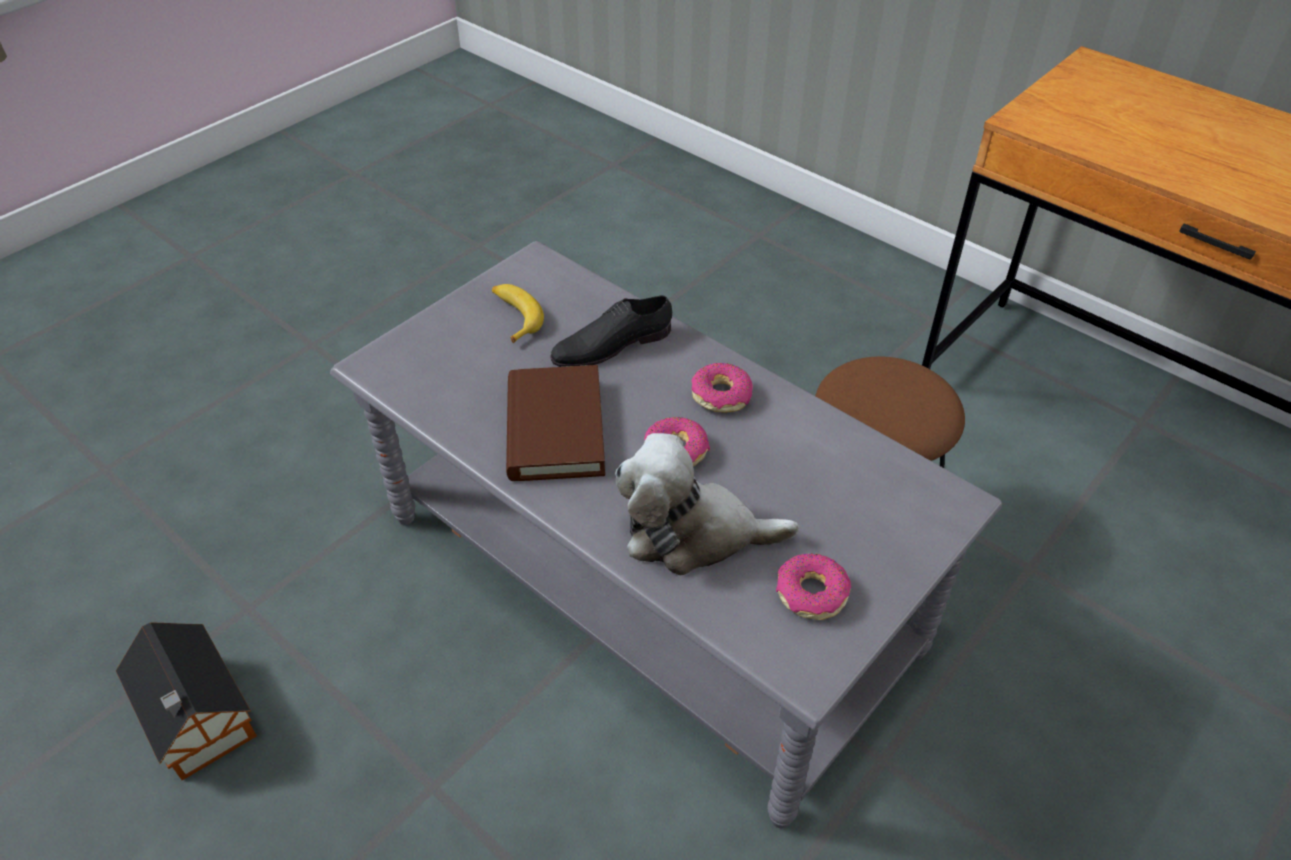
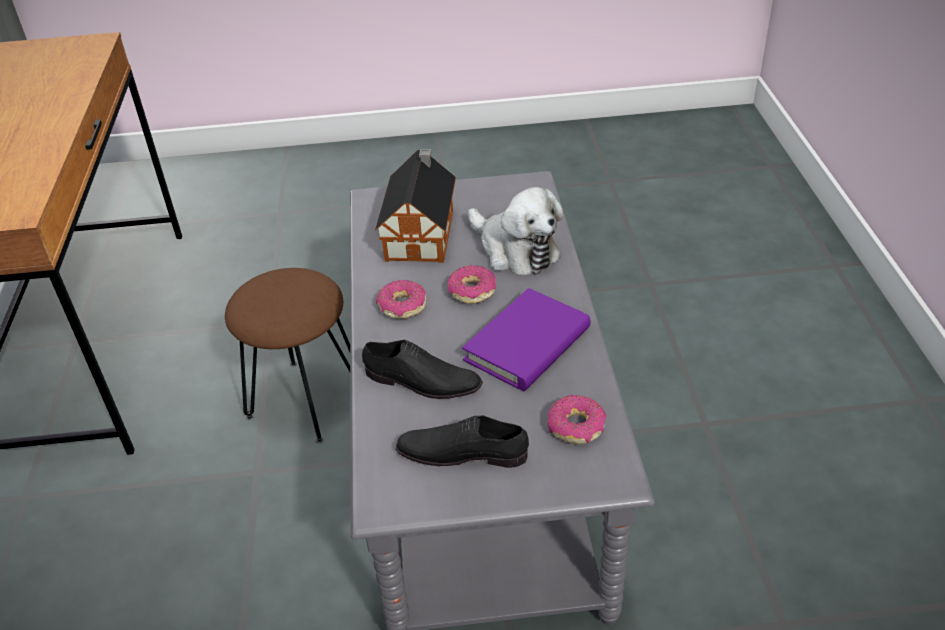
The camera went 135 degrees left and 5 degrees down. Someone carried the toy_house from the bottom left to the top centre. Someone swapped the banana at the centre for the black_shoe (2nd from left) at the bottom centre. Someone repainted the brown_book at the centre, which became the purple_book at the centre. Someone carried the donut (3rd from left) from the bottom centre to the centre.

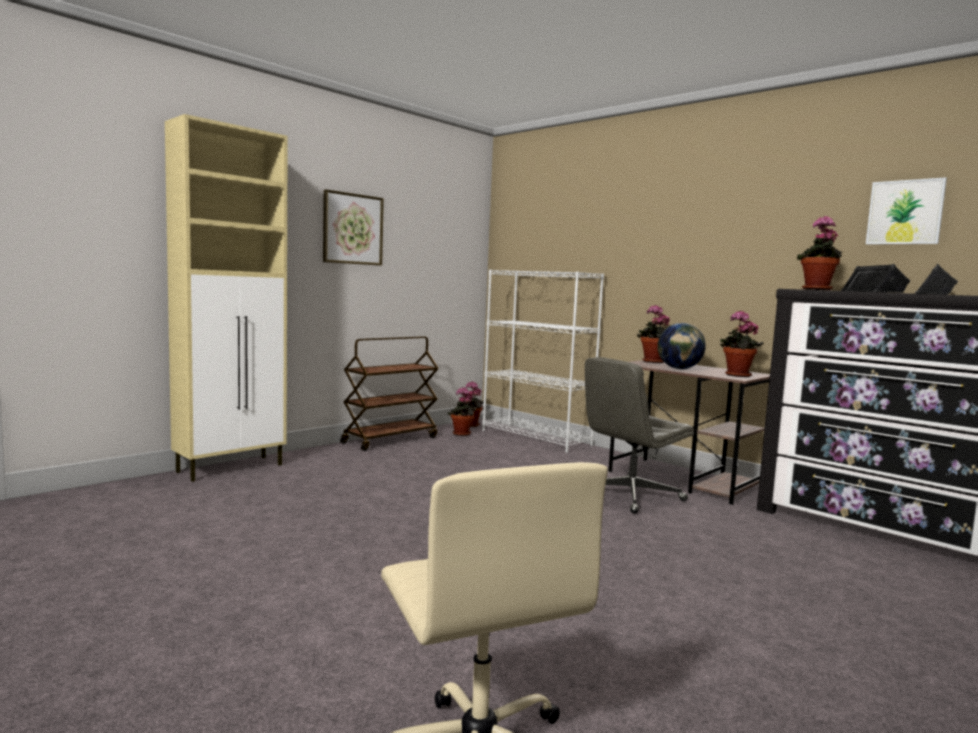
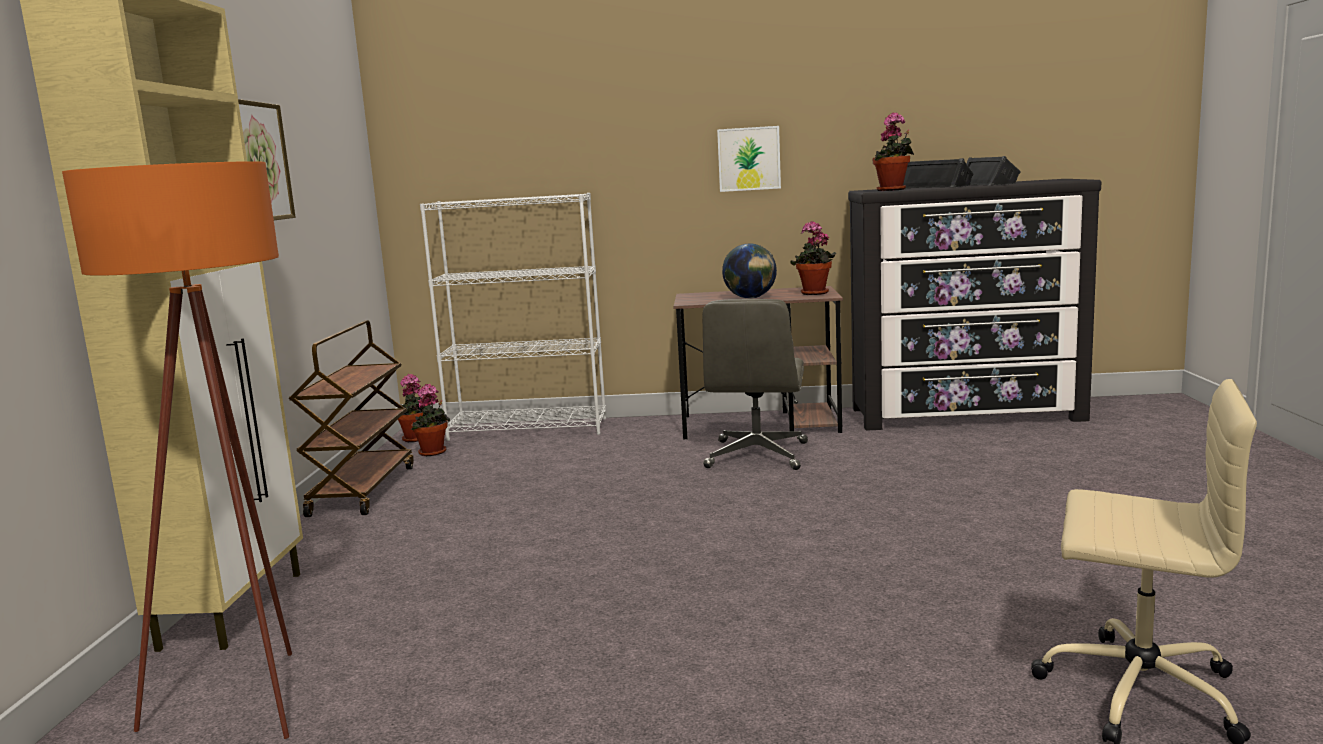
The camera went 40 degrees left and 5 degrees up. Someone took away the potted_plant (3rd from left) at the middle right. Someone carried the picture (2nd from left) from the top right to the top centre. Someone put down the orange_floor_lamp at the middle left.

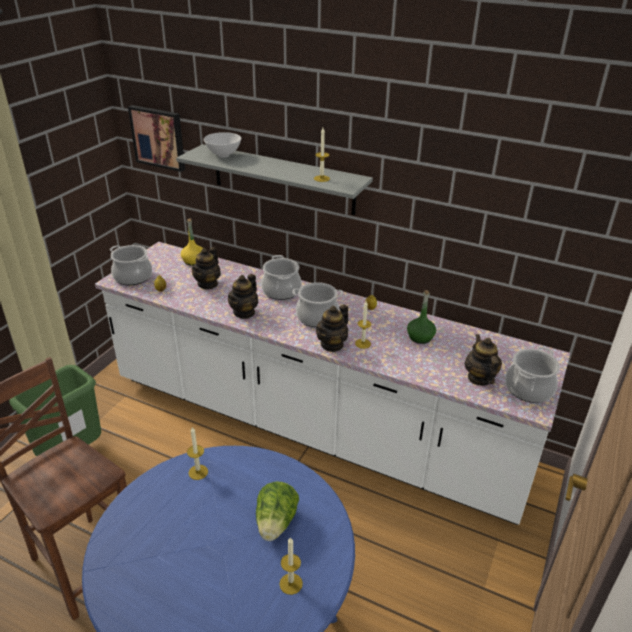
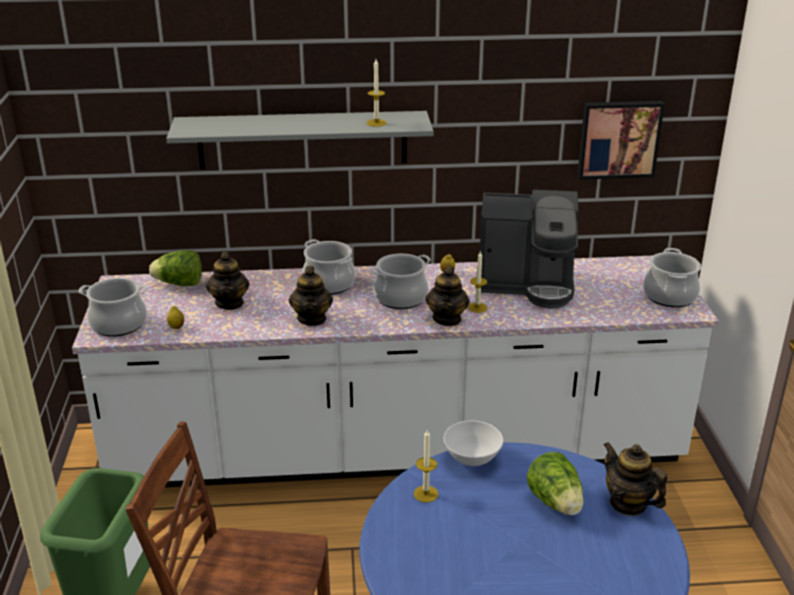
The camera went 30 degrees left and 5 degrees down. Someone carried the picture from the top left to the top right. Someone swapped the yellow_bottle at the middle left for the lettuce (1st from left) at the middle left. Someone carried the white_bowl from the top centre to the bottom centre. Someone took away the candle (2nd from left) at the bottom centre. Someone swapped the green_bottle at the centre for the coffee_machine at the centre. Someone carried the teapot (4th from left) from the middle right to the bottom right.

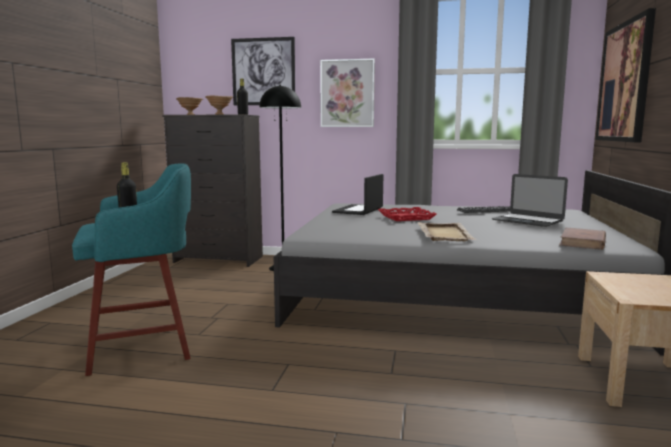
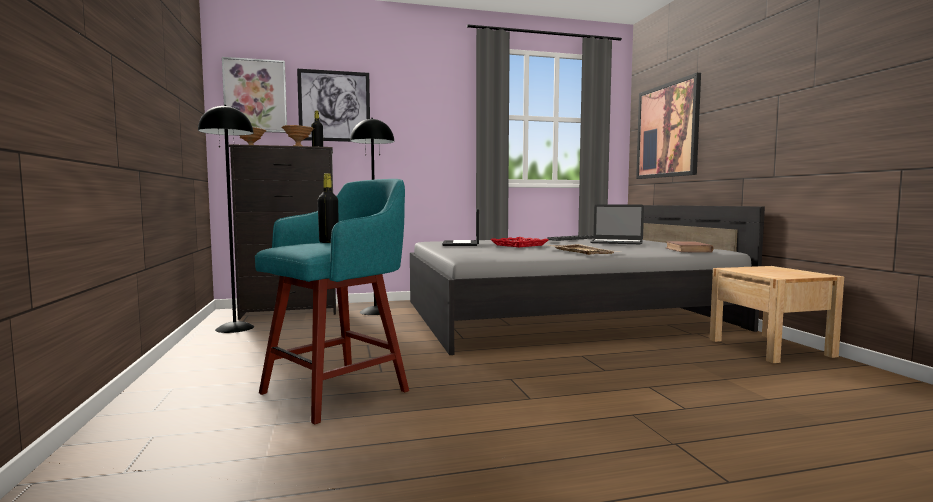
The camera went 25 degrees left and 5 degrees down. Someone carried the picture (2nd from left in the first image) from the top centre to the top left. Someone put down the black_floor_lamp (1st from left) at the middle left.

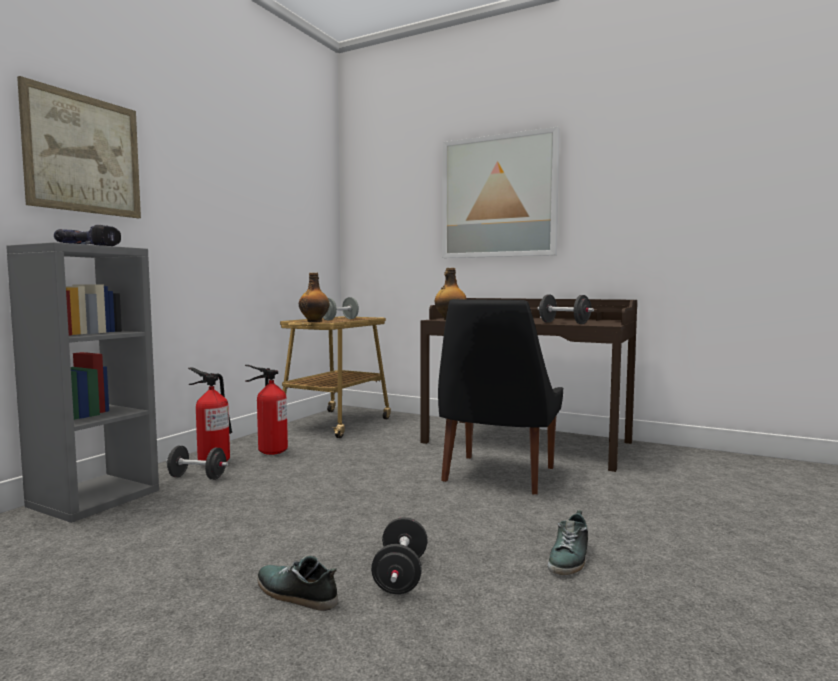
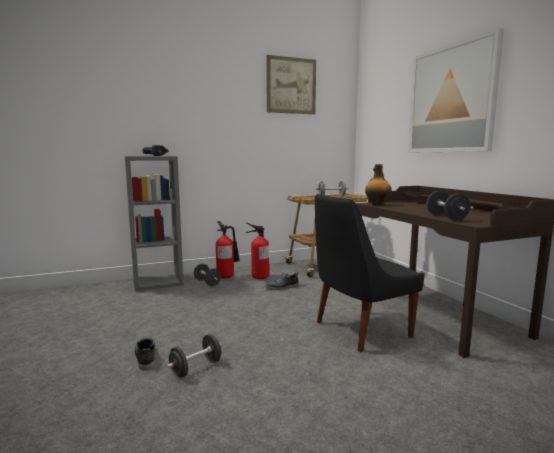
The camera went 40 degrees right and 5 degrees up. Someone carried the picture (1st from left) from the top left to the top centre. Someone took away the bottle (1st from left) at the centre. Someone carried the shoe (2nd from left) from the bottom right to the centre.

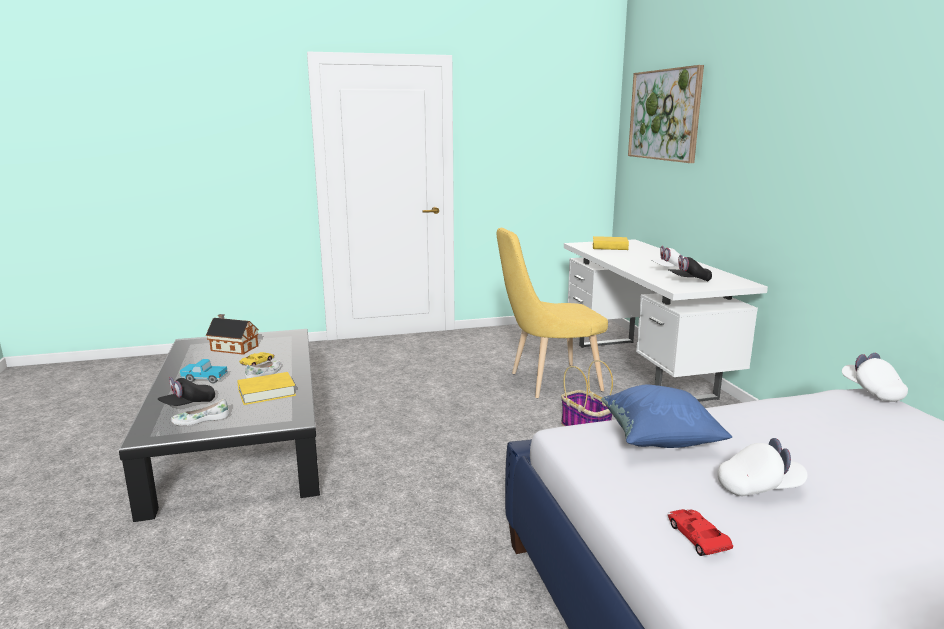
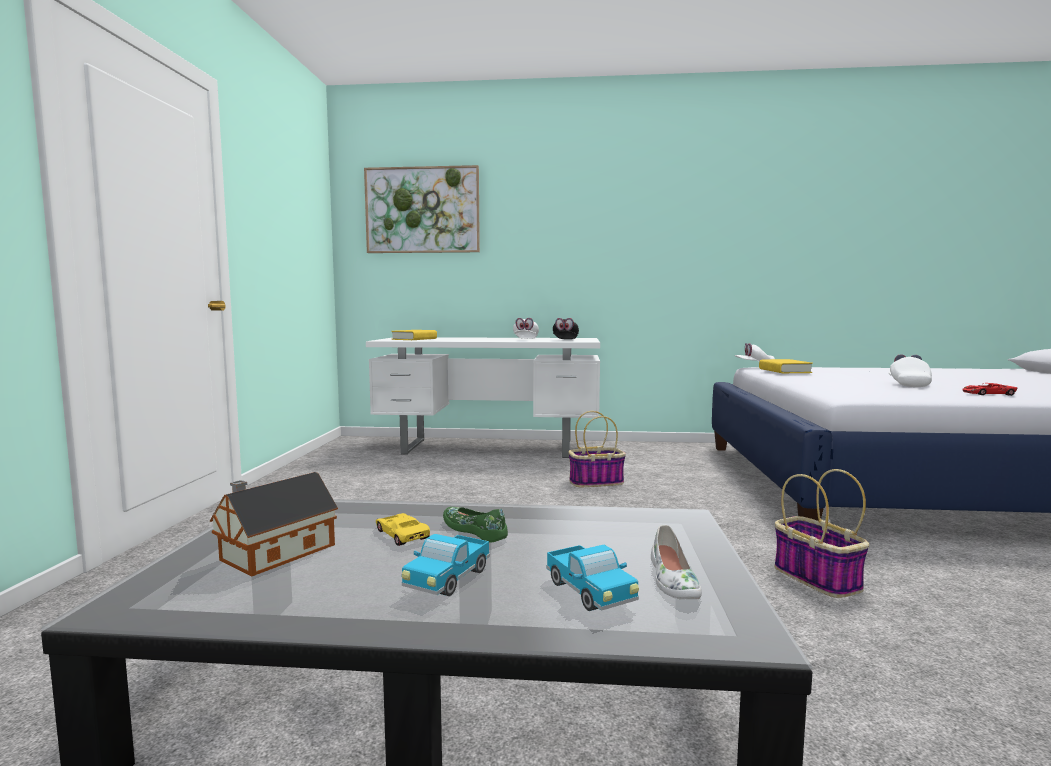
The camera went 70 degrees left and 10 degrees down. Someone swapped the black_cap (1st from left) at the middle left for the toy_truck (2nd from left) at the bottom centre. Someone carried the yellow_book (1st from left in the first image) from the middle left to the middle right. Someone repainted the white_shoe (2nd from left) at the middle left, which became the green_shoe at the bottom centre. Someone took away the yellow_chair at the centre. Someone took away the blue_pillow at the middle right. Someone put down the basket (2nd from left) at the bottom right.

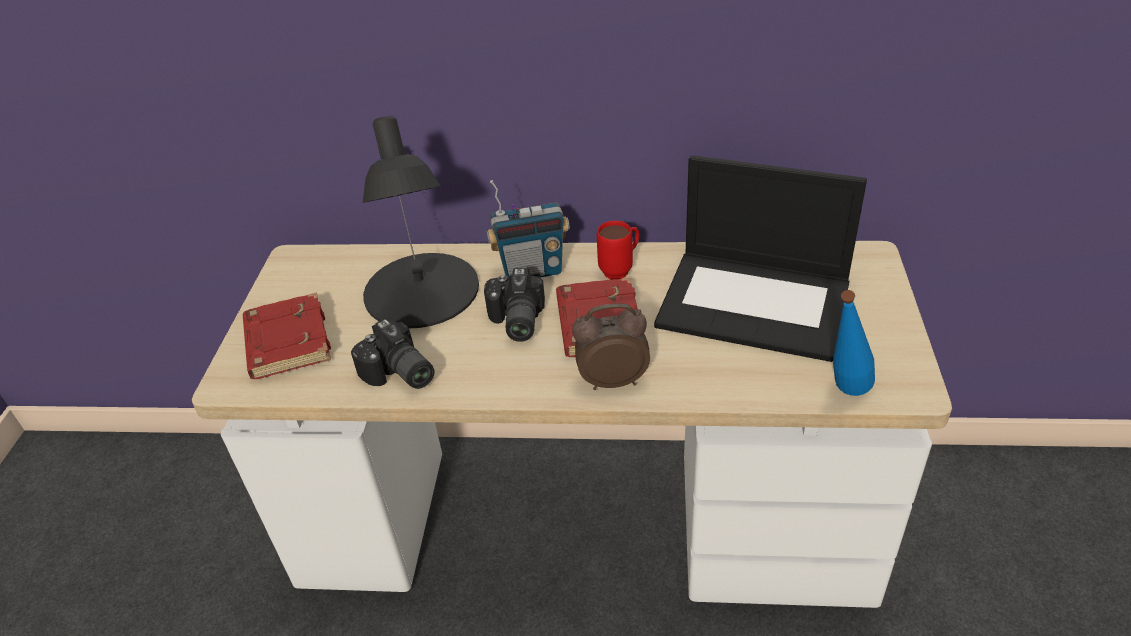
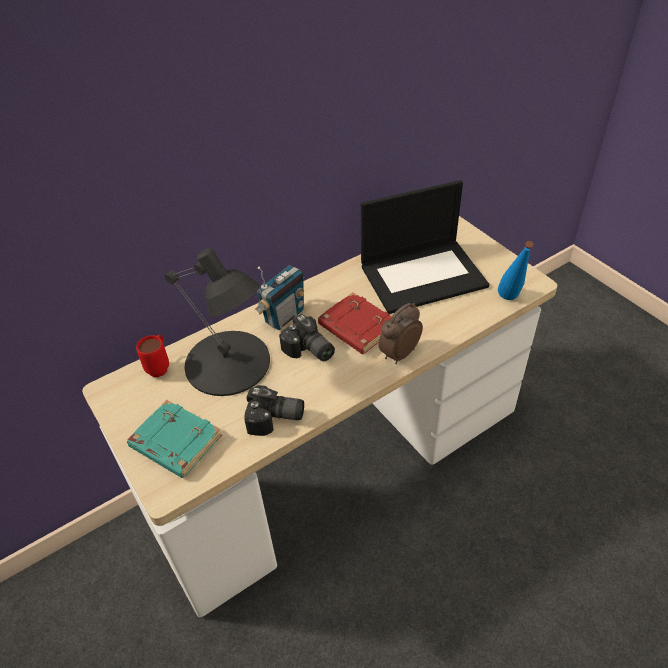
The camera went 40 degrees left and 5 degrees up. Someone repainted the red_book (1st from left) at the middle left, which became the turquoise_book at the middle left. Someone carried the red_mug from the centre to the middle left.

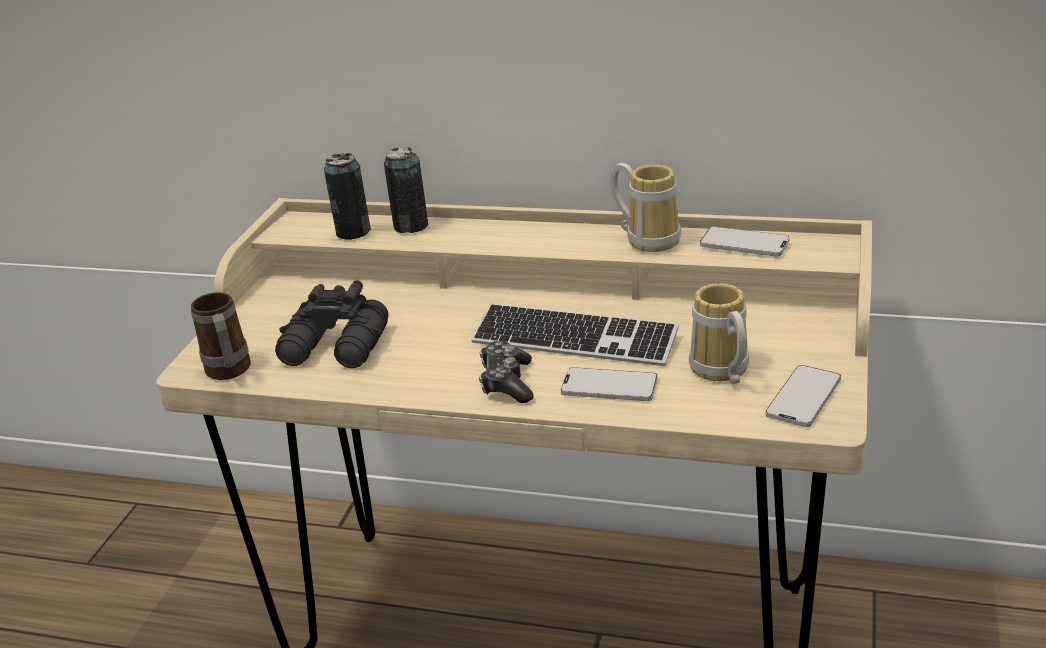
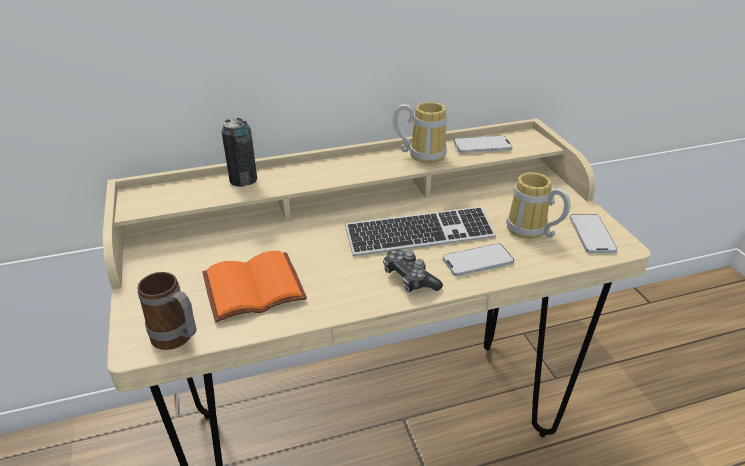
The camera went 35 degrees left and 5 degrees up. Someone swapped the black_binoculars at the middle left for the orange_book at the centre. Someone took away the can (1st from left) at the top left.

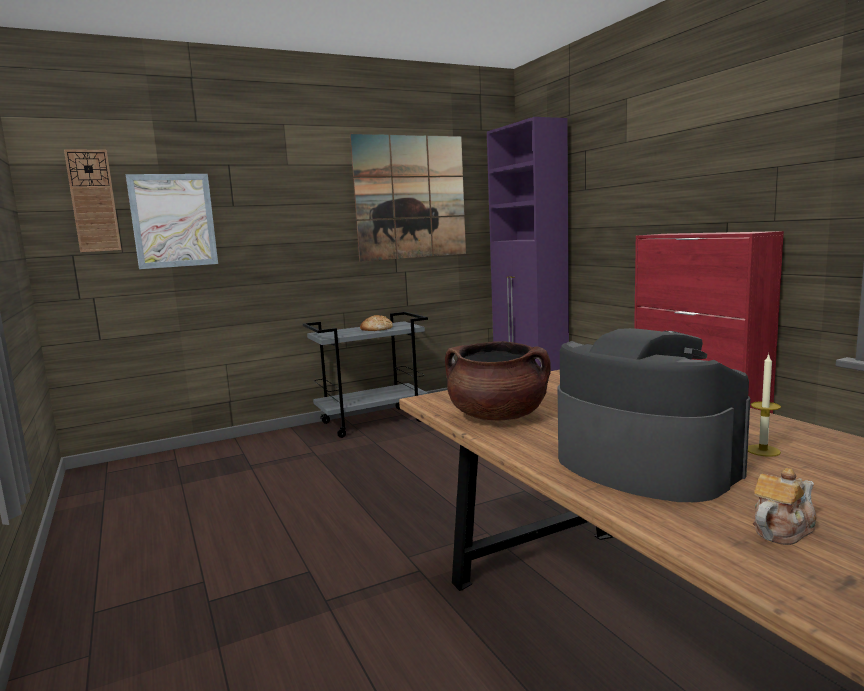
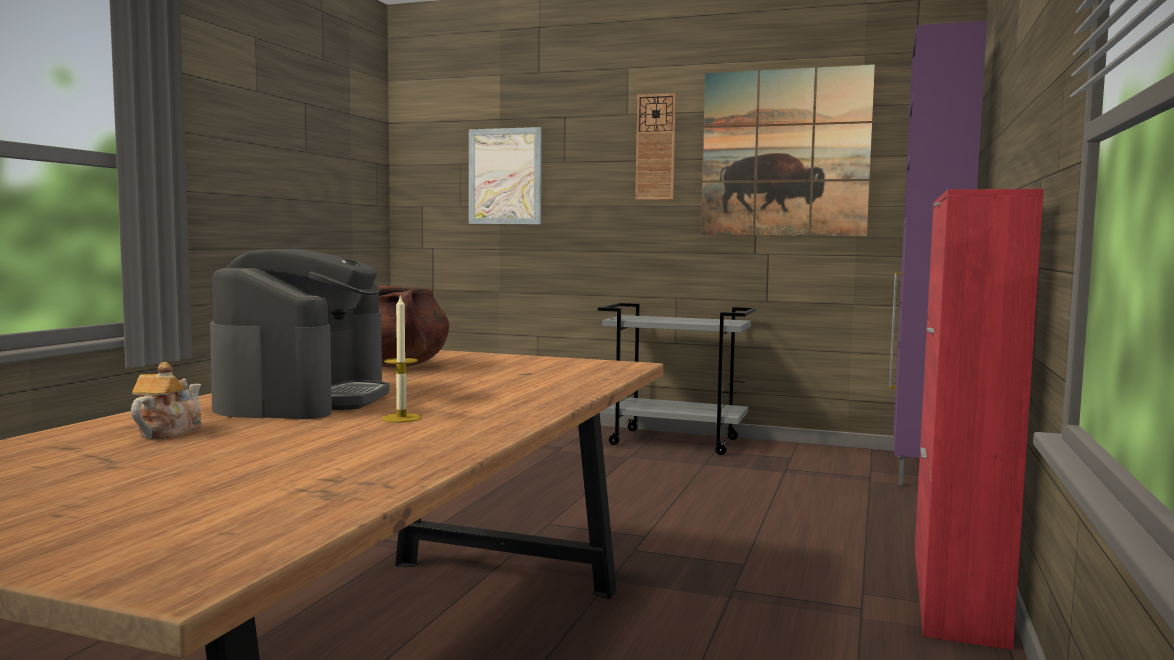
The camera went 45 degrees right and 5 degrees down. Someone carried the wall_clock from the top left to the top centre. Someone took away the bread at the centre. Someone rotated the teapot at the bottom right by 90 degrees counterclockwise.

